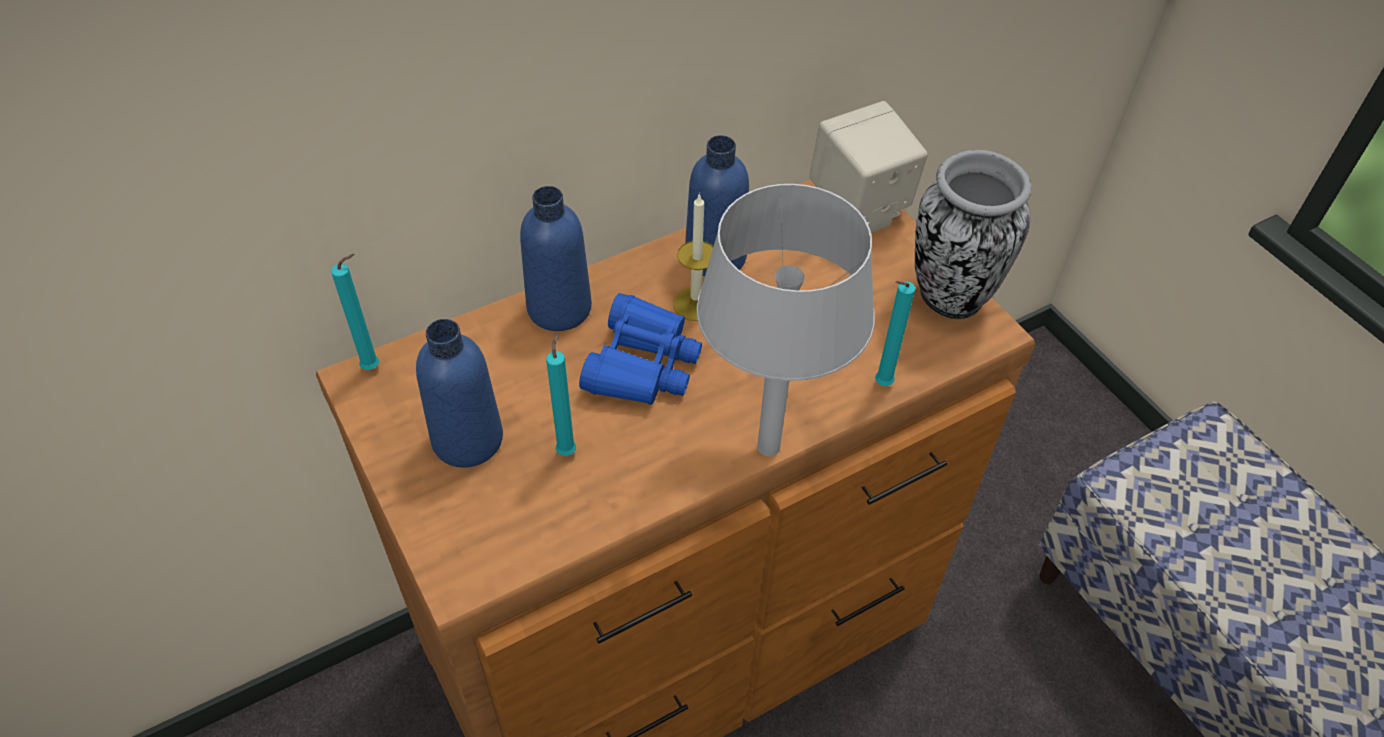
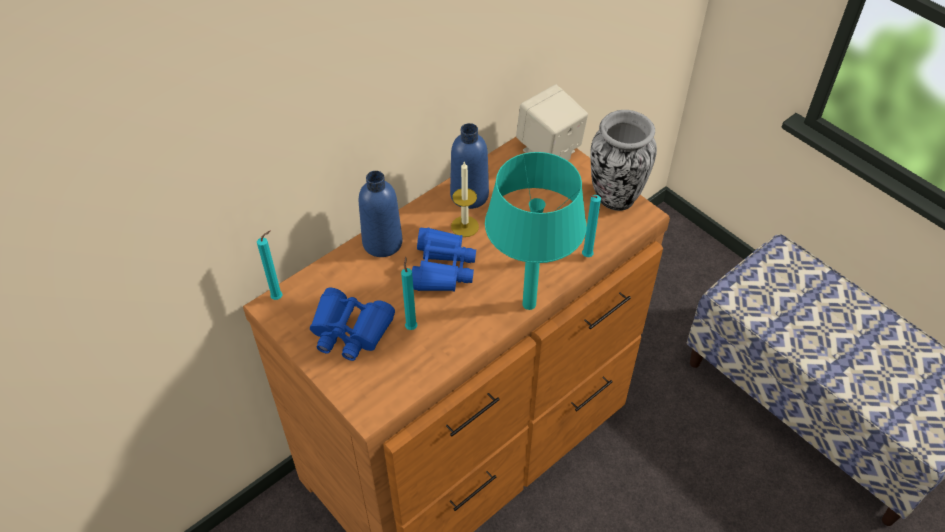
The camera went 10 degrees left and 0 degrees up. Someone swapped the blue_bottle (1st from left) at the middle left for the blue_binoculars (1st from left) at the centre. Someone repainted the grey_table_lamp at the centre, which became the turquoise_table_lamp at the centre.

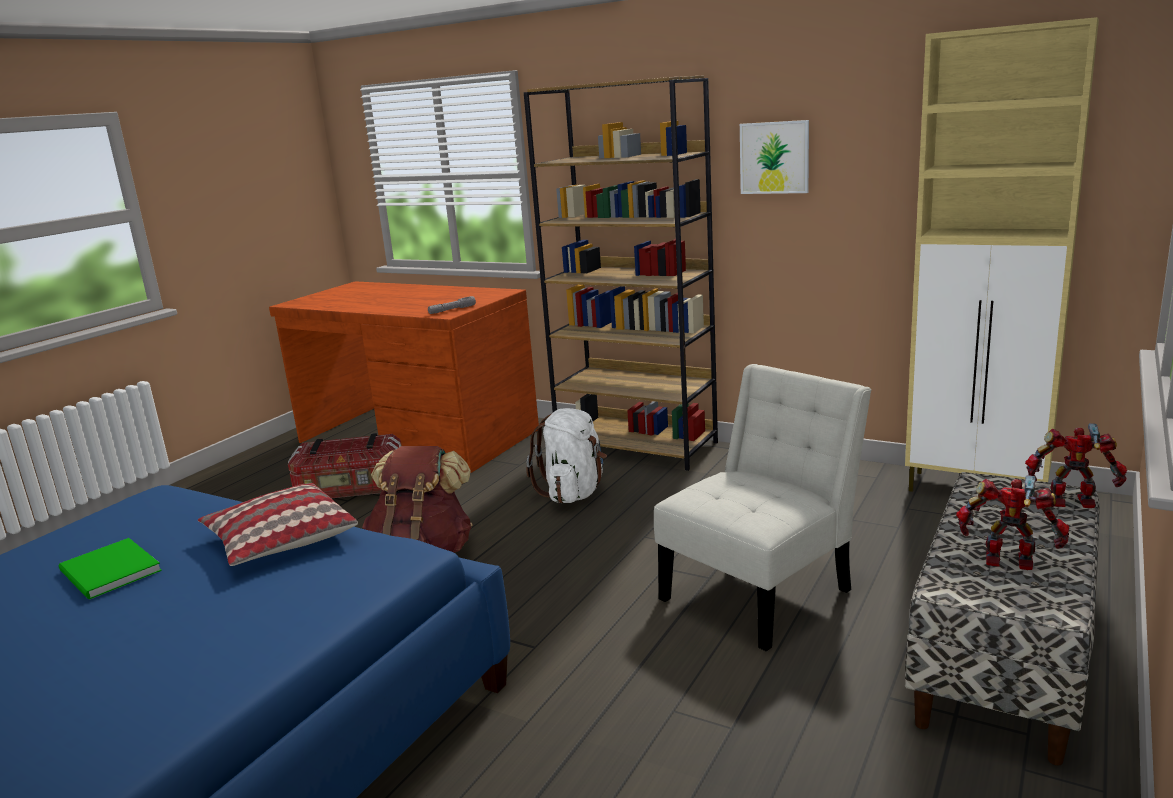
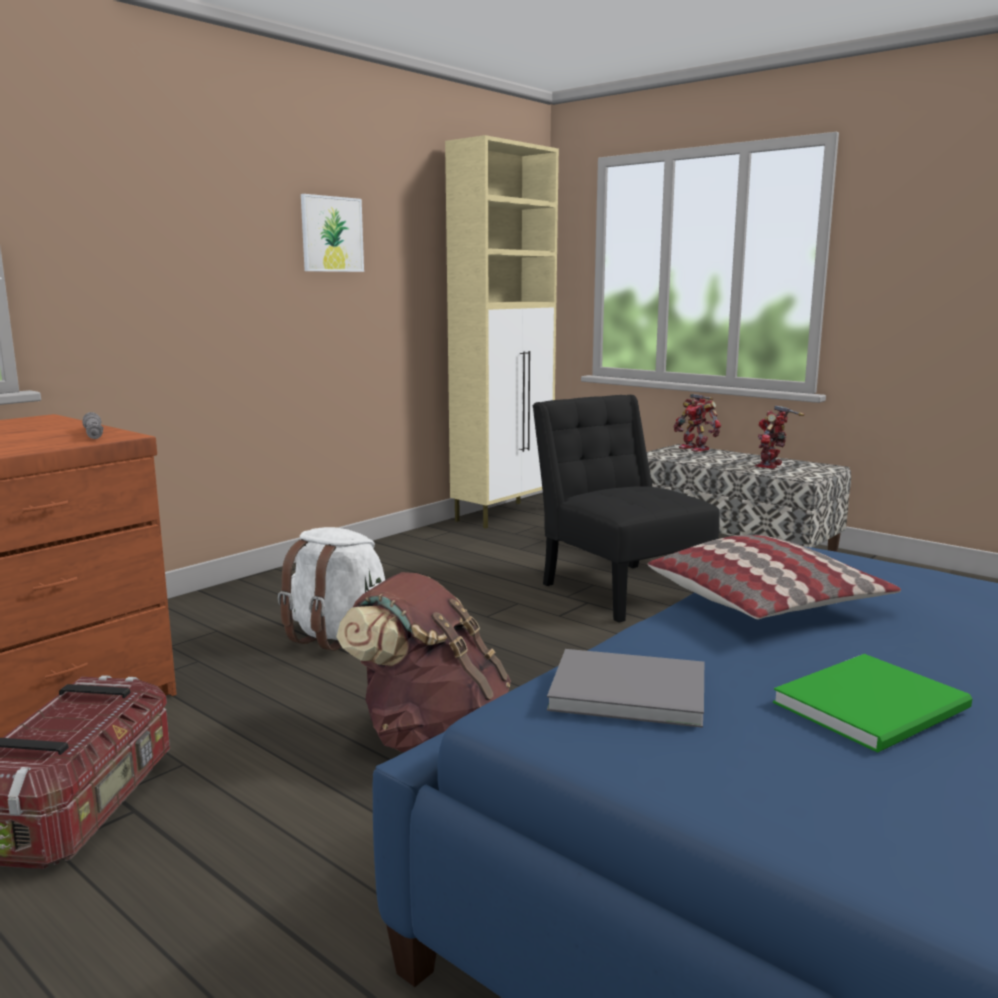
The camera went 80 degrees left and 5 degrees down. Someone took away the brown_bookcase at the centre. Someone repainted the white_chair at the centre, which became the black_chair at the centre. Someone rotated the toy_robot (2nd from left in the first image) at the middle right by 60 degrees counterclockwise. Someone put down the grey_book at the bottom centre.

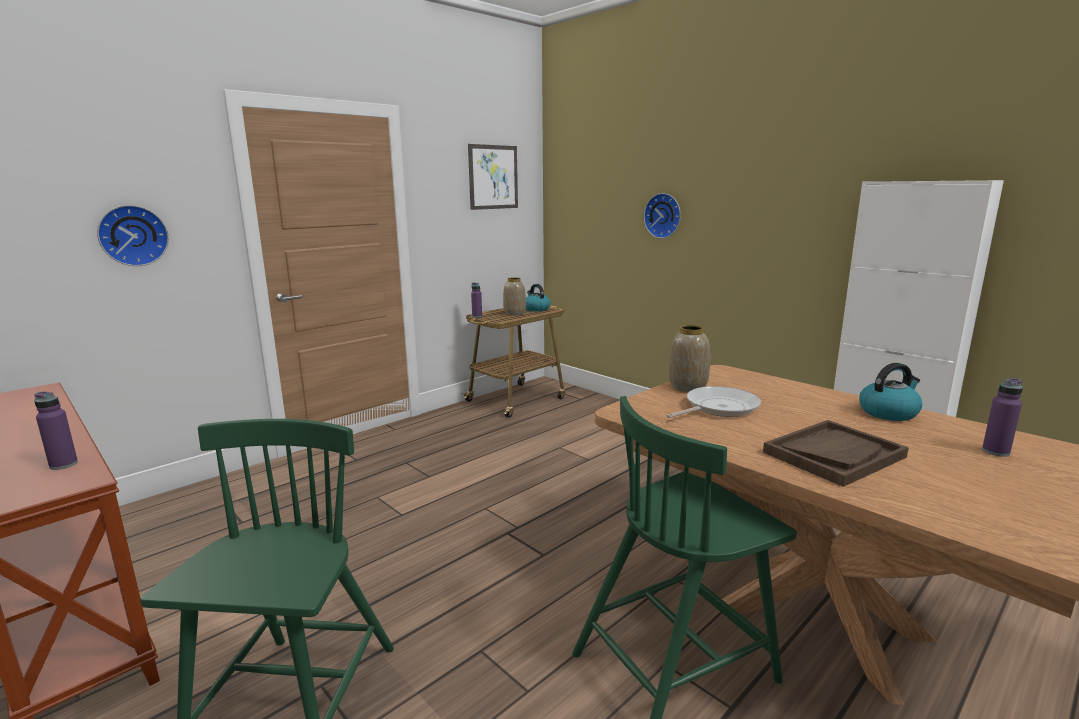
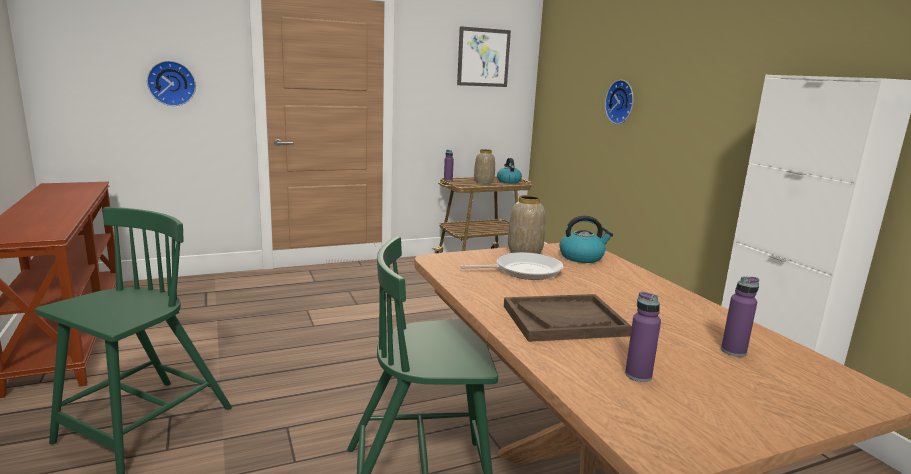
The camera went 20 degrees right and 0 degrees up. Someone carried the purple_bottle (1st from left in the first image) from the middle left to the bottom right. Someone carried the kettle (2nd from left) from the middle right to the centre.

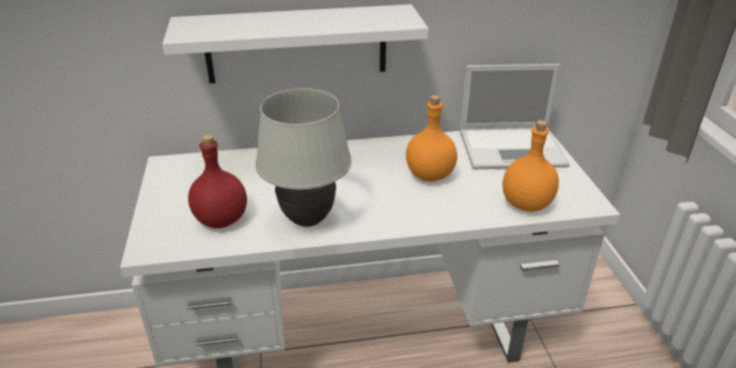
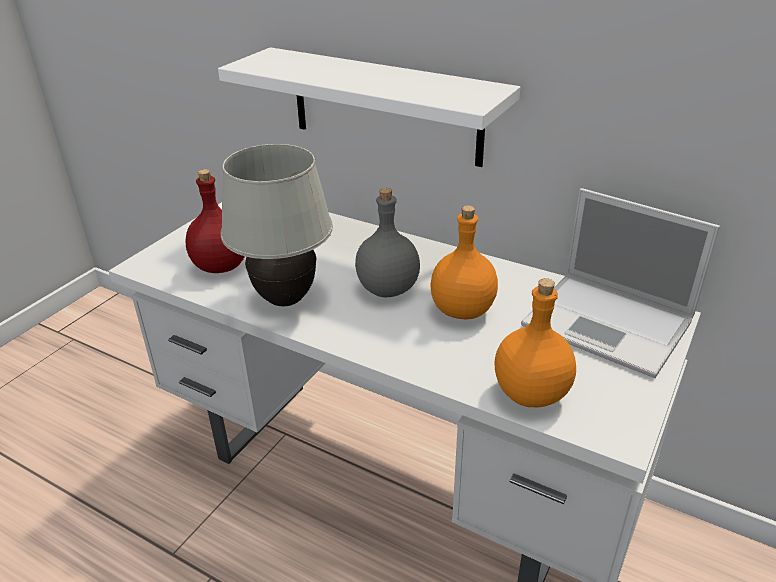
The camera went 40 degrees right and 0 degrees up. Someone put down the grey_bottle at the centre.

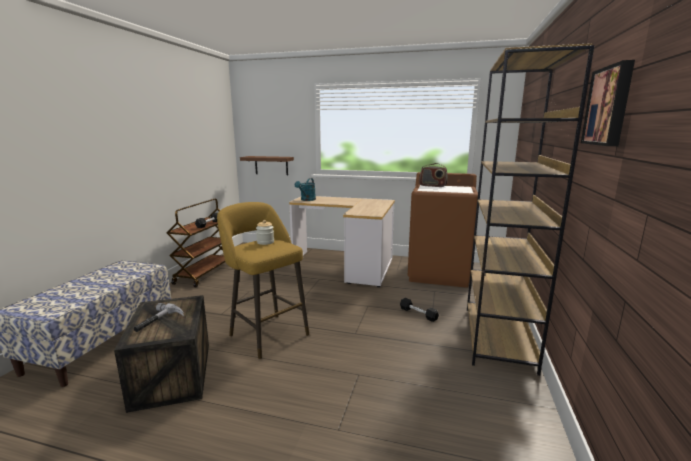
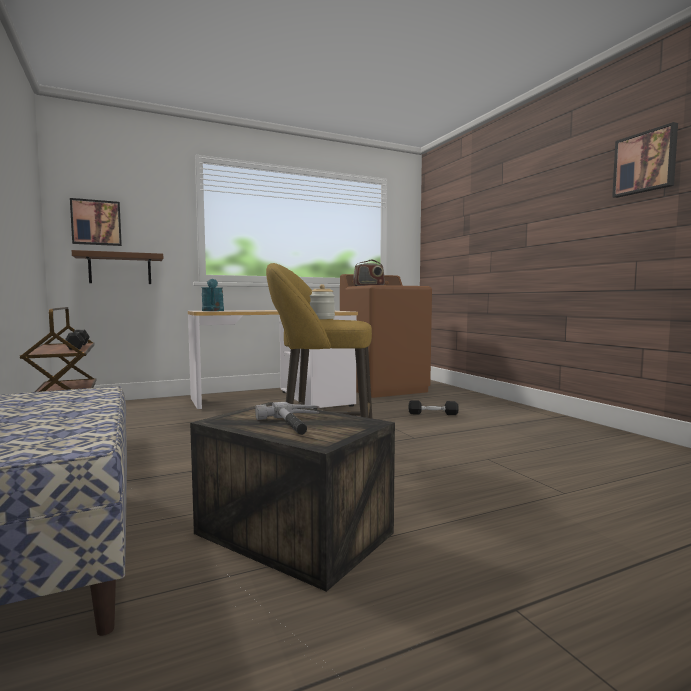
The camera went 40 degrees left and 10 degrees down. Someone took away the brown_bookcase at the middle right. Someone put up the picture (1st from left) at the top left.

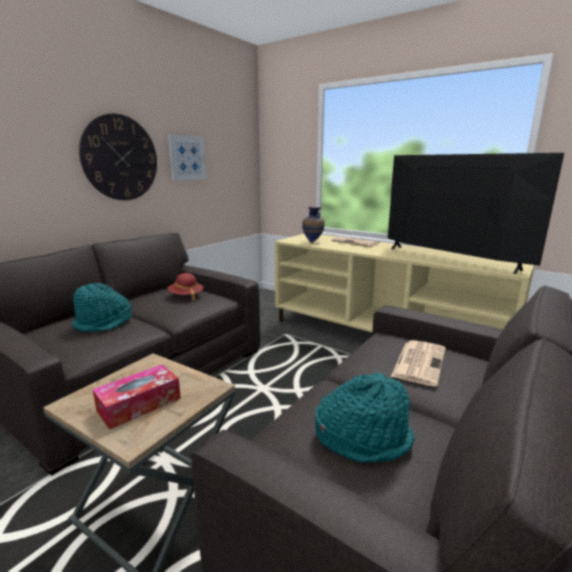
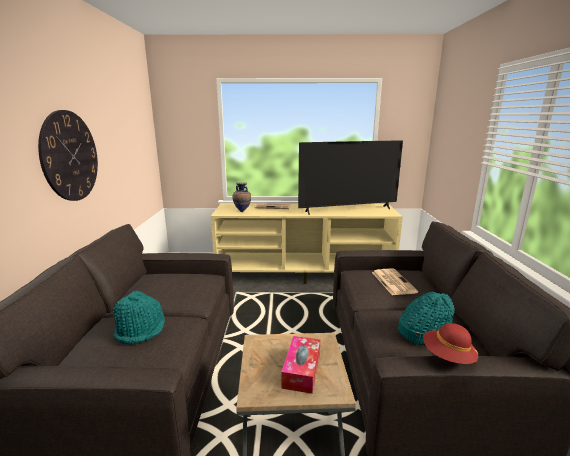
The camera went 35 degrees left and 0 degrees up. Someone took away the picture at the top left. Someone carried the red_hat from the middle left to the bottom right. Someone rotated the television at the middle right by 150 degrees clockwise.

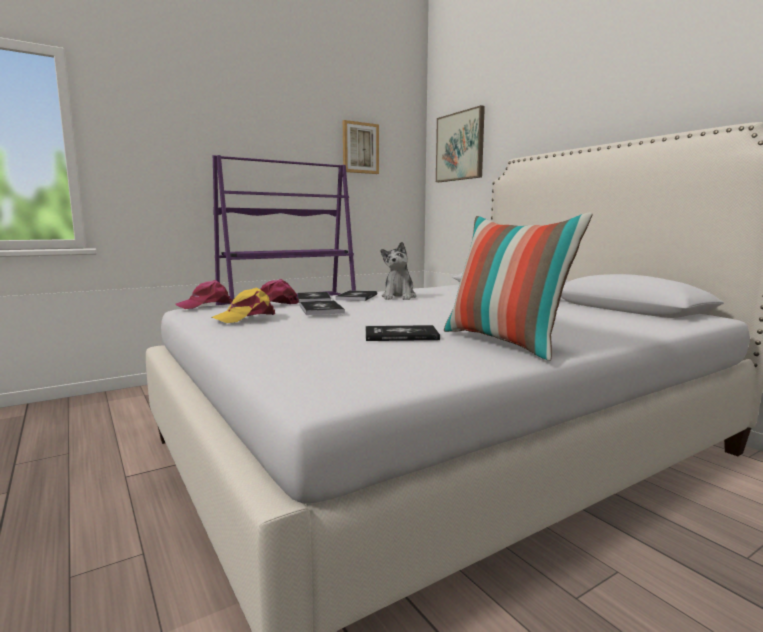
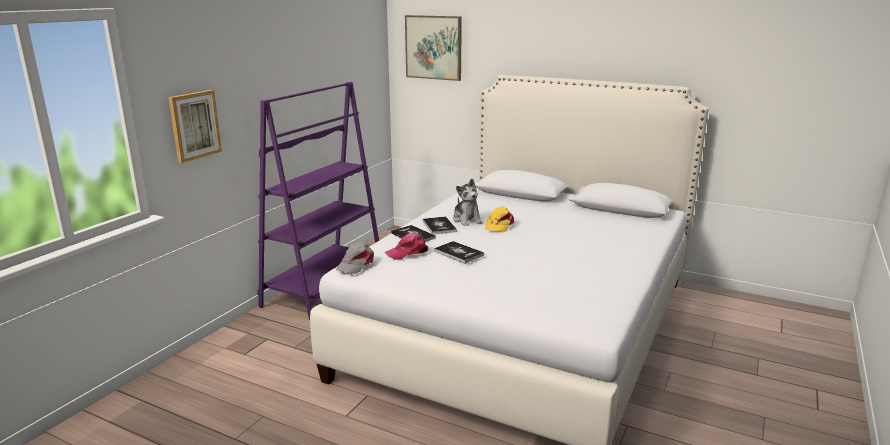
The camera went 30 degrees left and 10 degrees up. Someone repainted the pink_cap (1st from left) at the middle left, which became the grey_cap at the centre. Someone carried the yellow_cap from the middle left to the centre. Someone carried the picture (1st from left) from the top centre to the top left. Someone took away the book (4th from left) at the centre. Someone took away the pillow at the middle right.

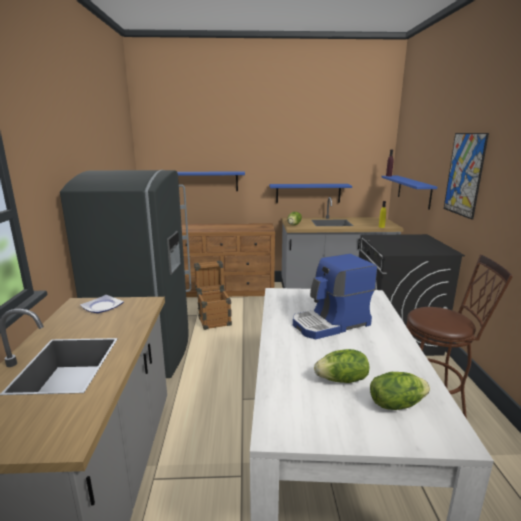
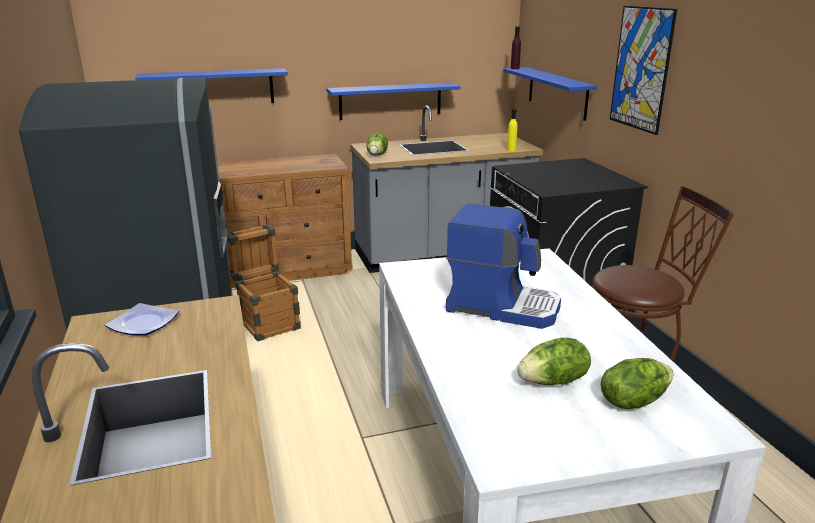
The camera went 15 degrees left and 5 degrees up. Someone rotated the coffee_machine at the centre by 120 degrees counterclockwise.

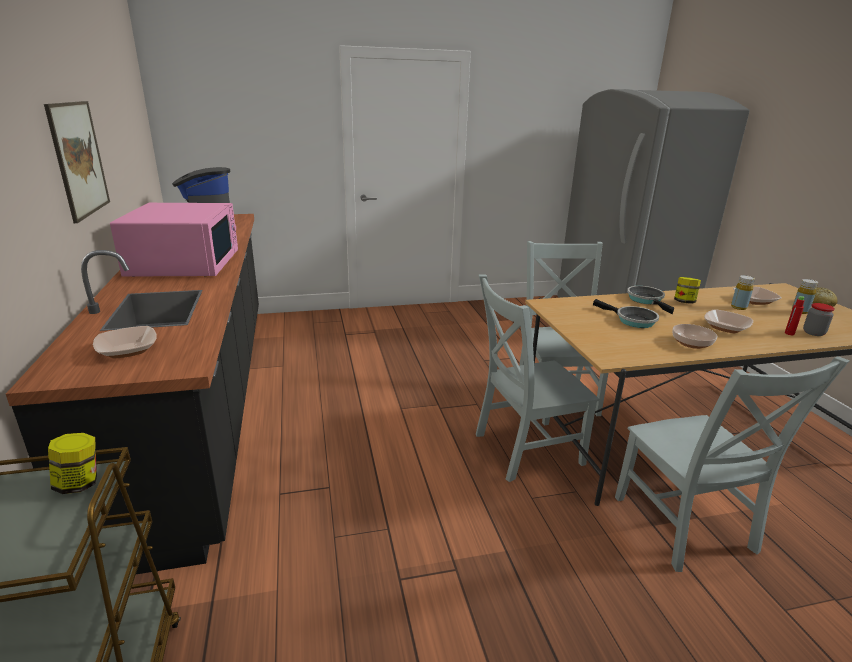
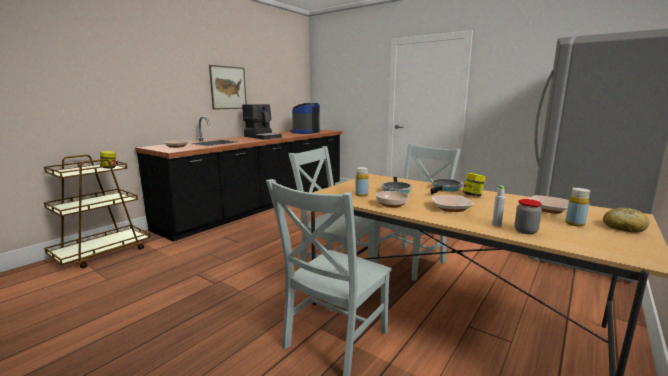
The camera went 50 degrees right and 10 degrees down. Someone swapped the pink_microwave at the middle left for the coffee_machine (1st from left) at the top centre. Someone carried the yellow_bottle (1st from left) from the middle right to the centre. Someone repainted the red_bottle at the middle right, which became the grey_bottle at the middle right.

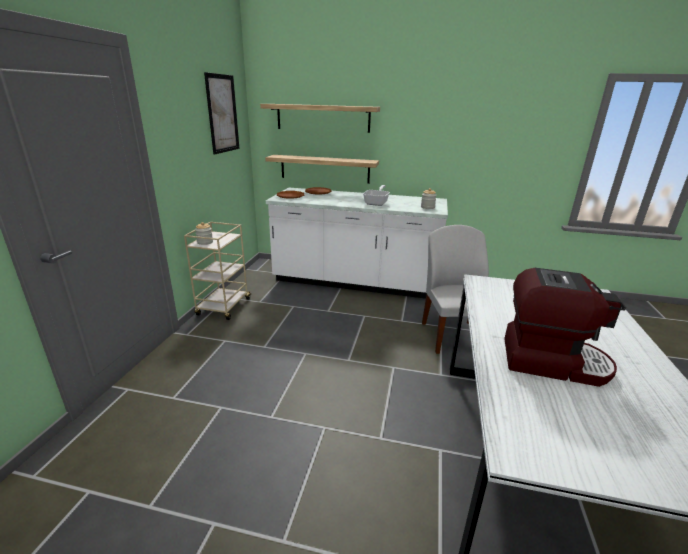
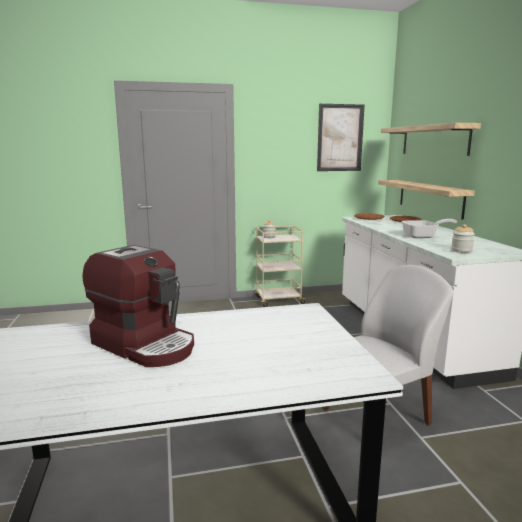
The camera went 65 degrees right and 10 degrees down. Someone rotated the coffee_machine at the middle right by 45 degrees counterclockwise.

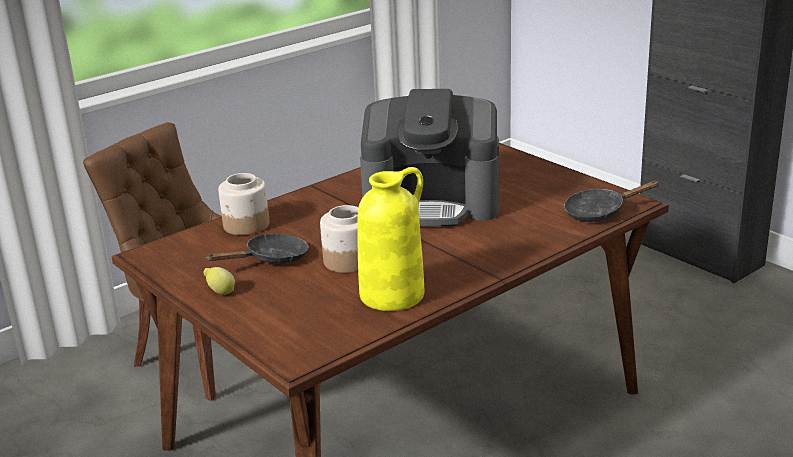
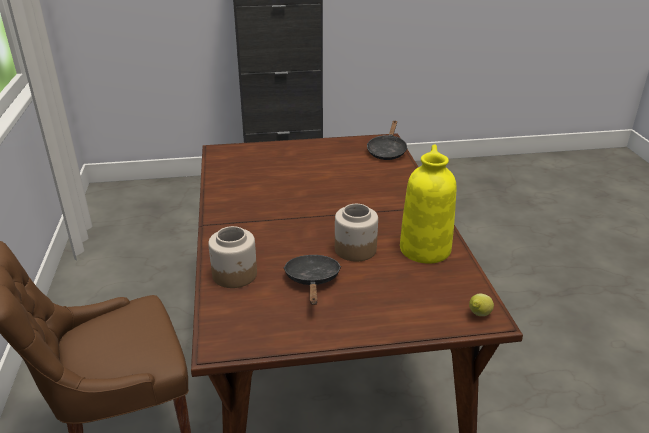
The camera went 60 degrees left and 5 degrees up. Someone carried the lemon from the middle left to the bottom right. Someone took away the coffee_machine at the centre.

